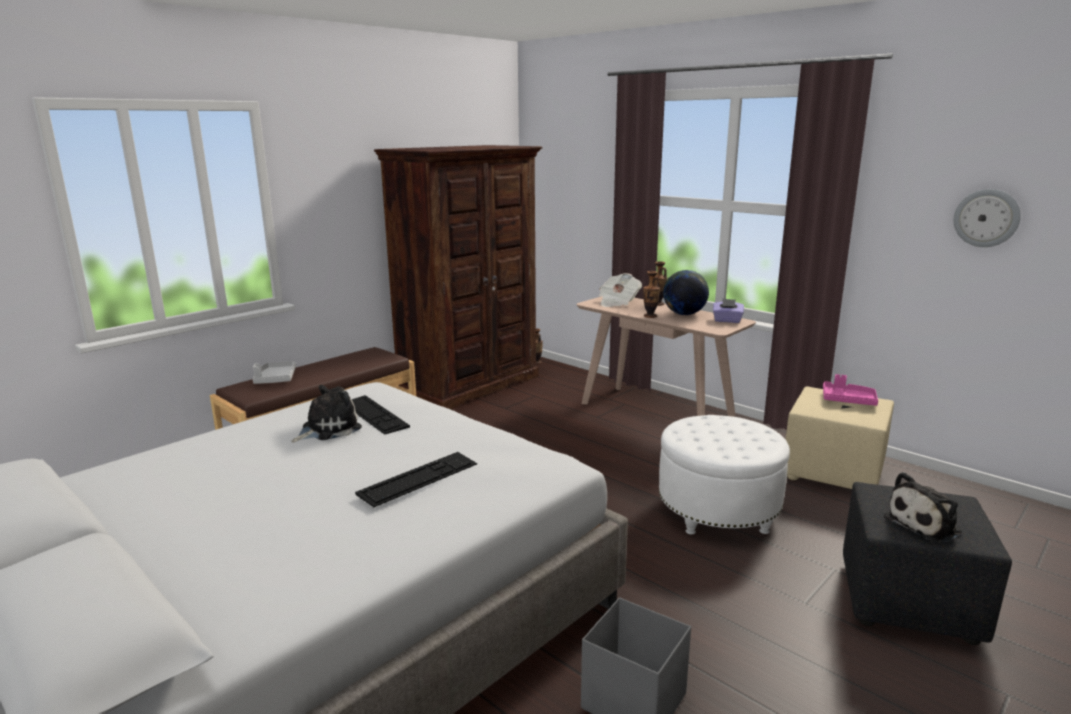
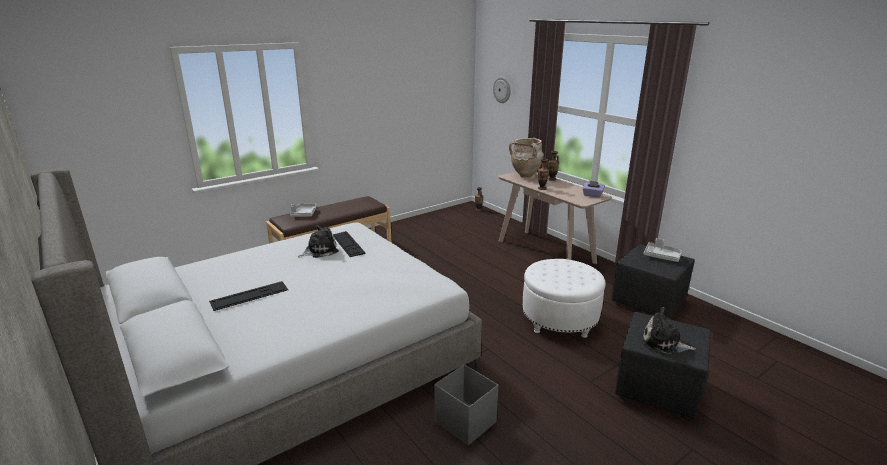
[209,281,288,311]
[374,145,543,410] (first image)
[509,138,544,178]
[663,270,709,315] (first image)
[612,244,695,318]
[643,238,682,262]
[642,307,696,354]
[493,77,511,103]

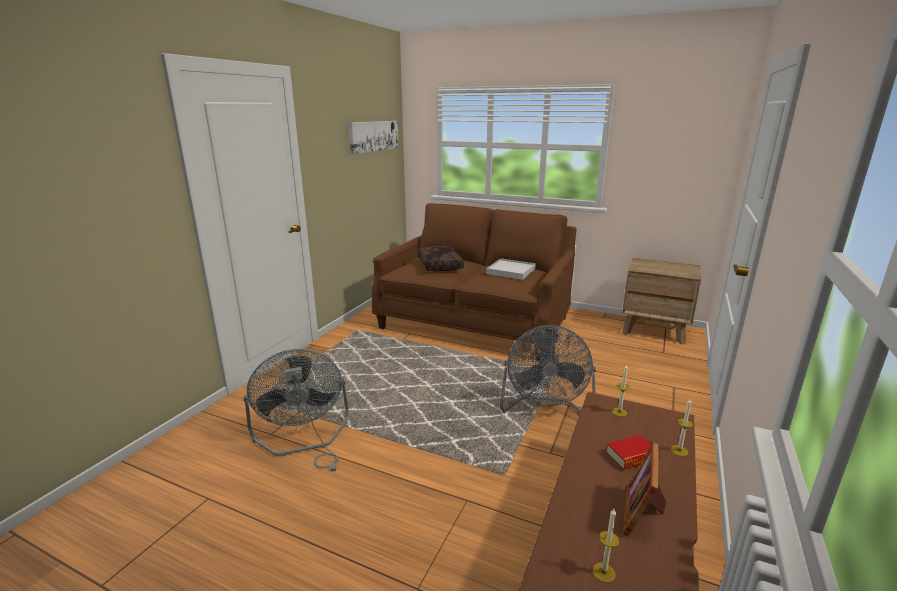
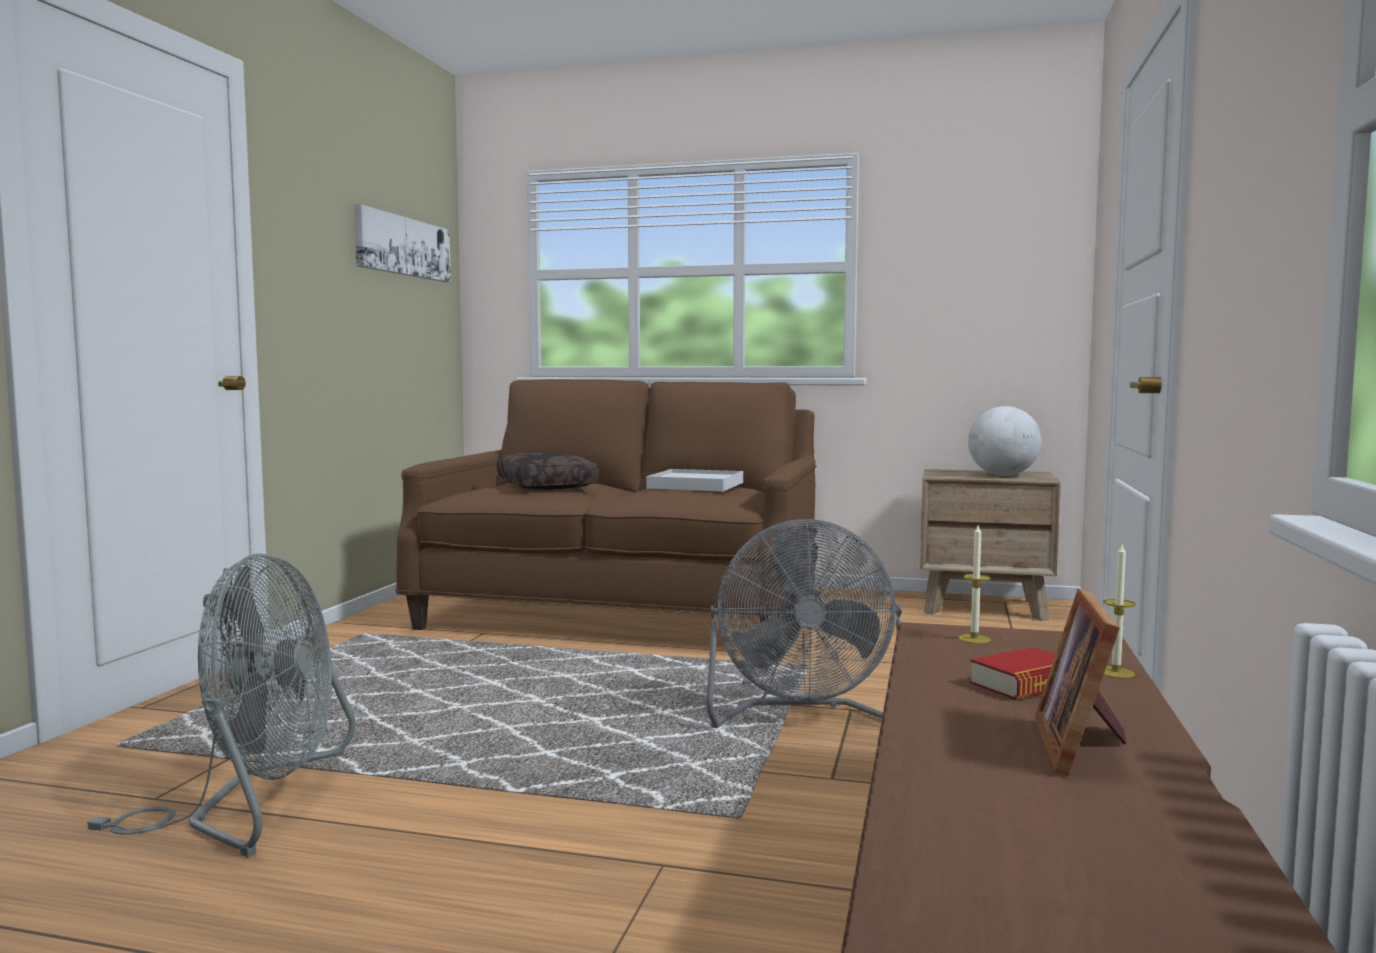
[87,554,356,858]
[592,509,620,583] (first image)
[968,406,1041,476]

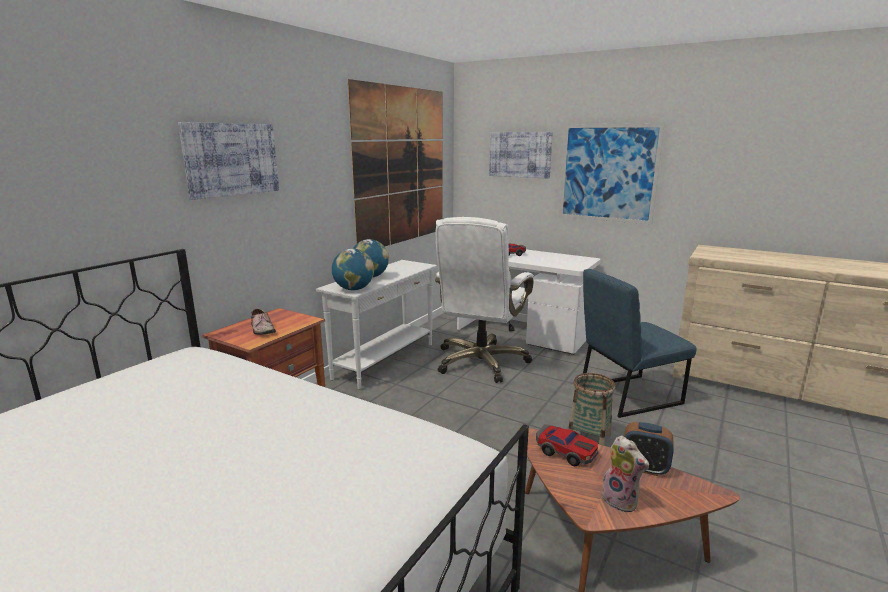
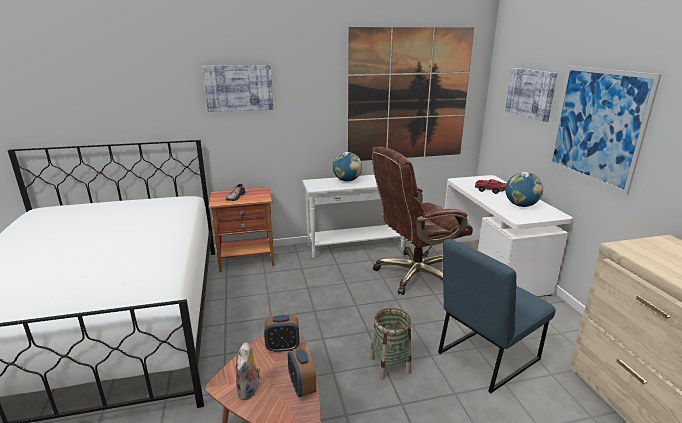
[505,172,543,207]
[372,147,473,295]
[264,315,300,352]
[438,239,556,393]

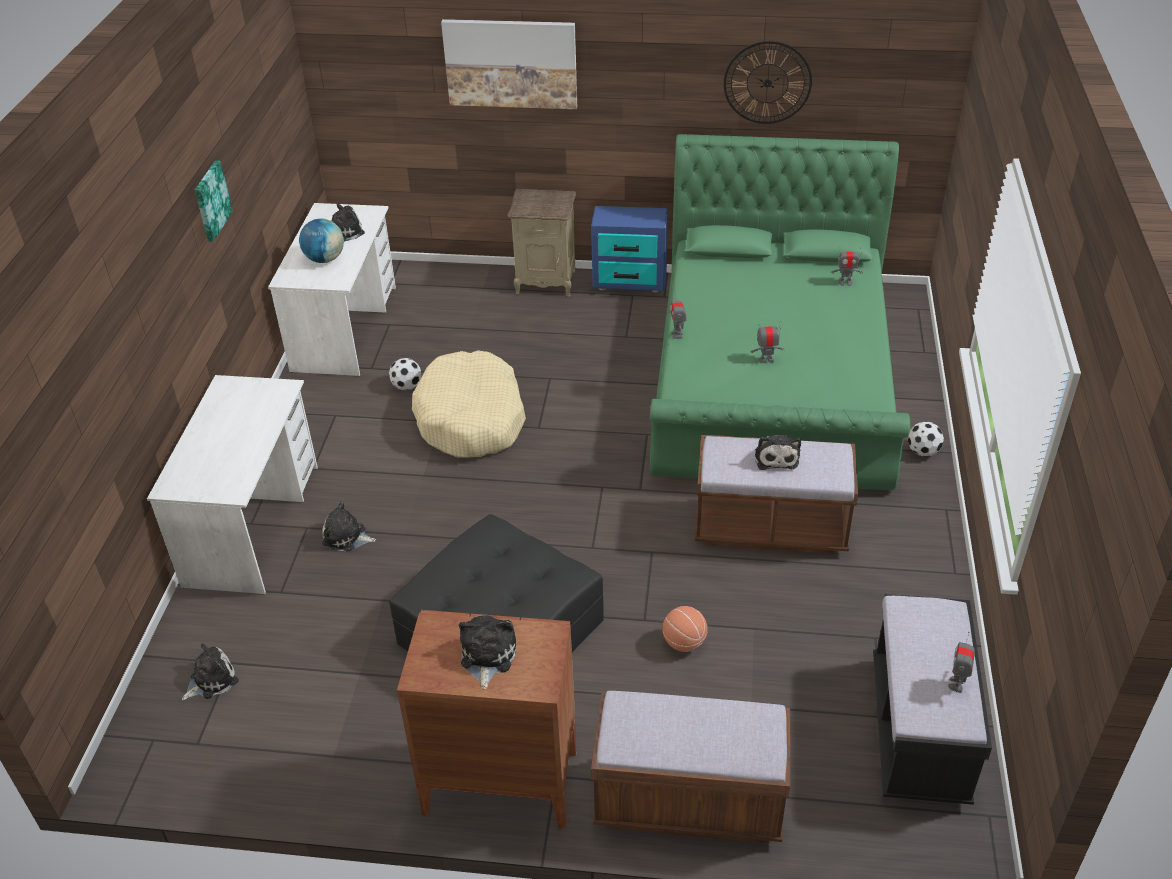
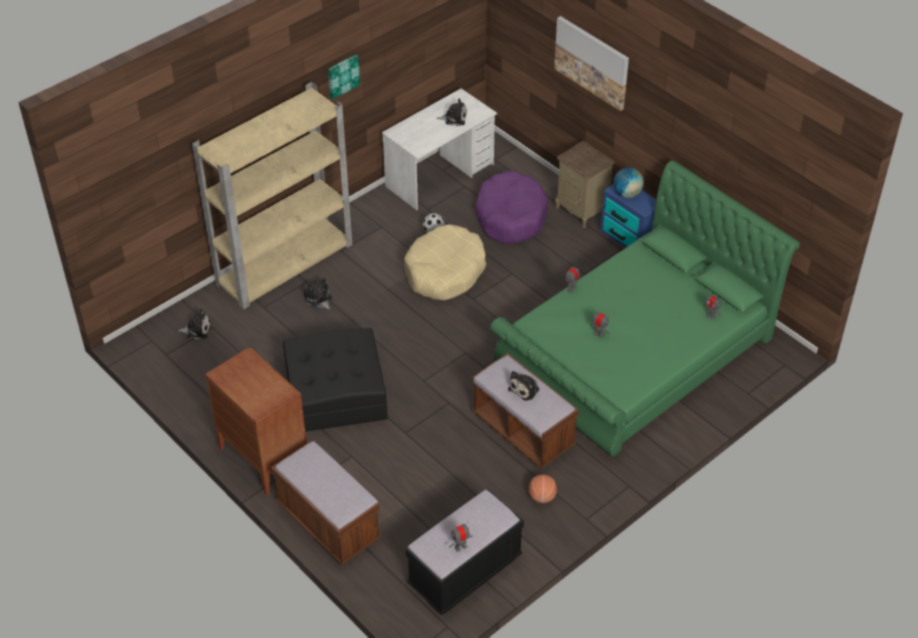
[192,82,352,309]
[613,167,644,198]
[459,615,516,690] (first image)
[529,474,557,503]
[724,41,812,124] (first image)
[908,422,944,456] (first image)
[475,171,548,244]

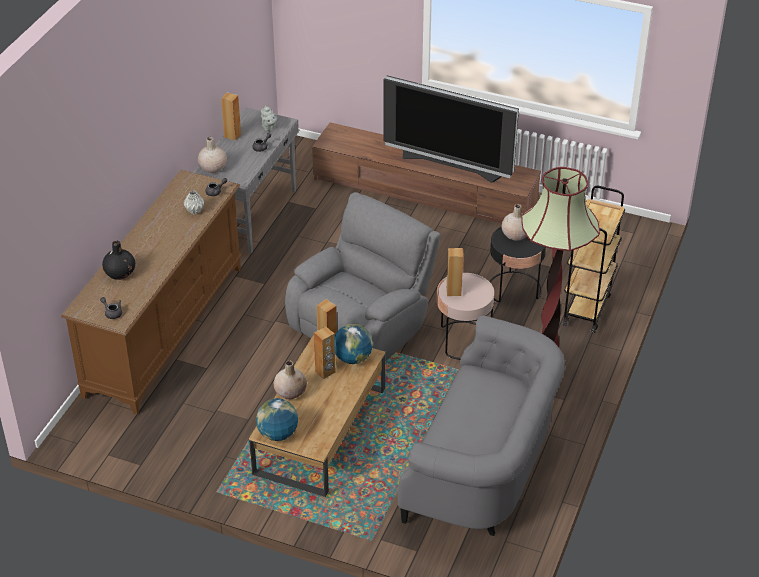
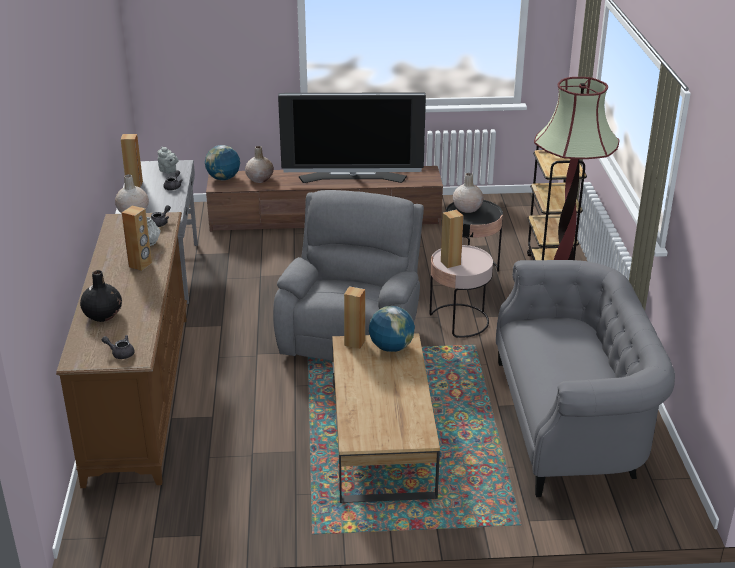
[205,145,240,180]
[245,146,274,183]
[122,206,152,271]

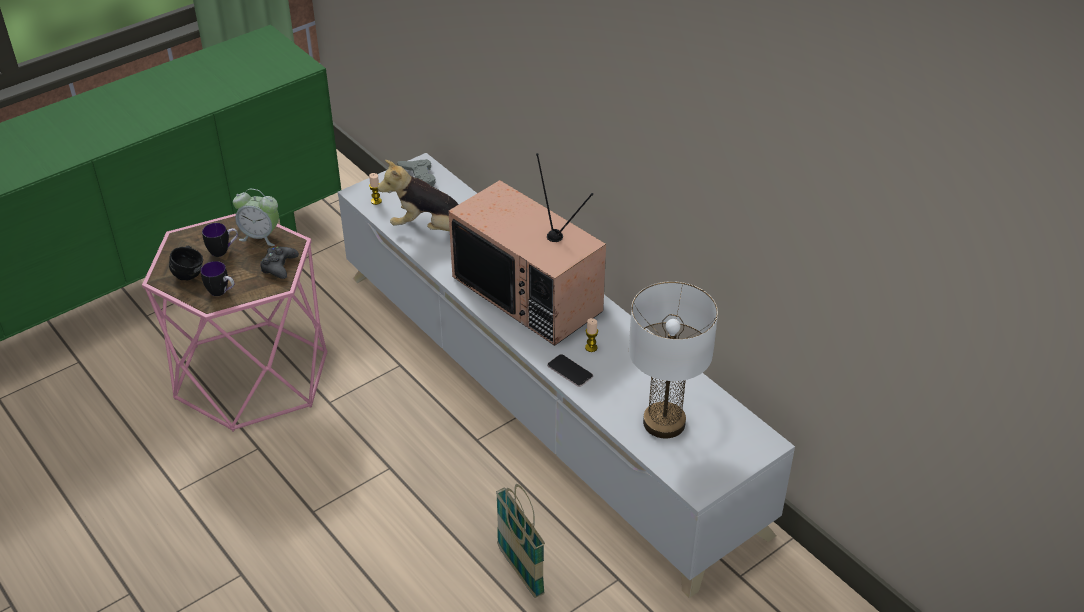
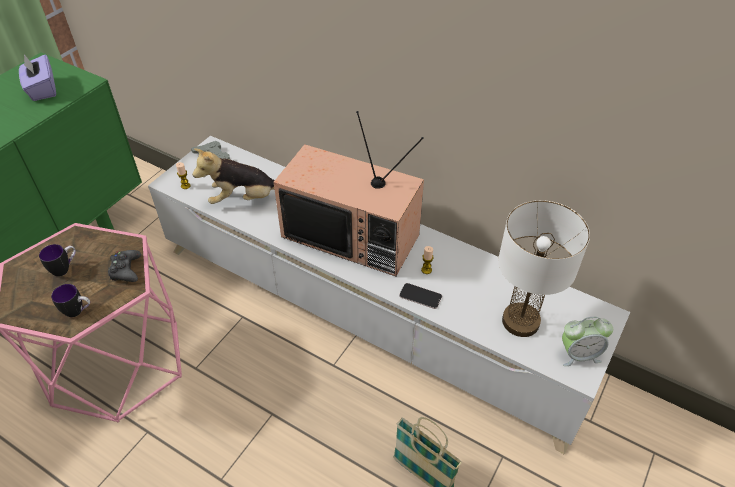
[169,246,203,281] (first image)
[562,317,613,366]
[19,55,56,101]

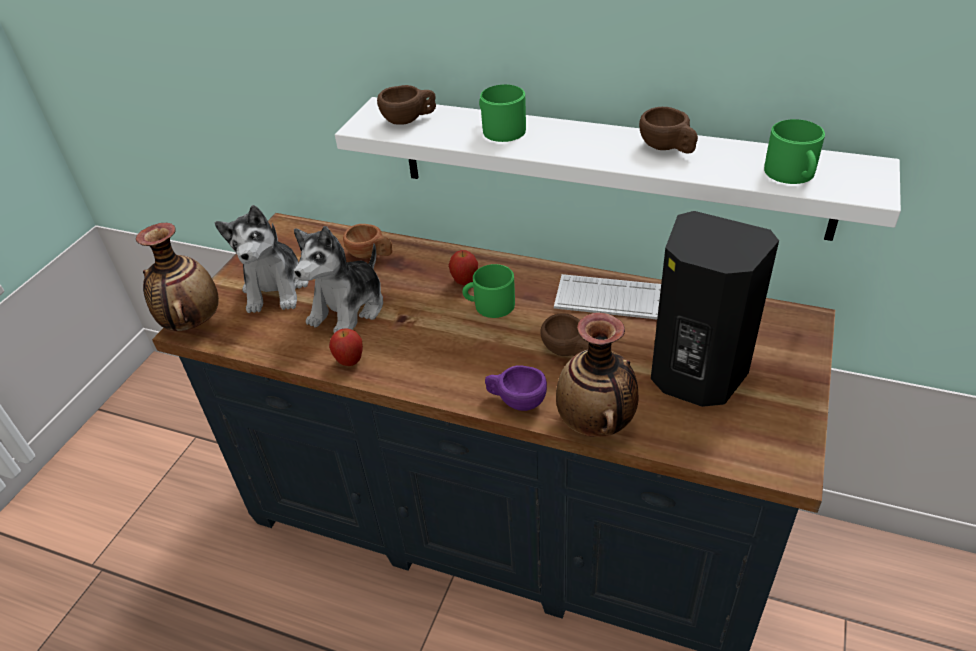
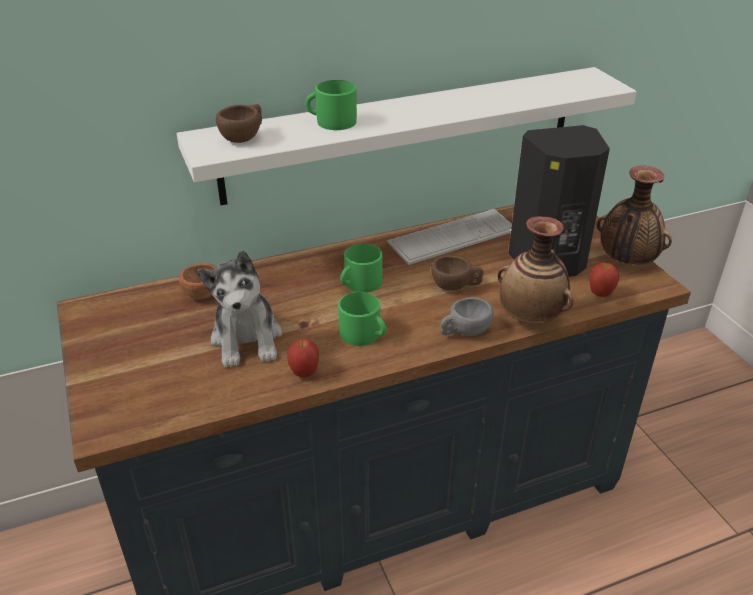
[597,166,672,265]
[214,205,308,313] (first image)
[590,262,619,297]
[441,297,494,336]
[639,107,698,154] (first image)
[338,292,386,346]

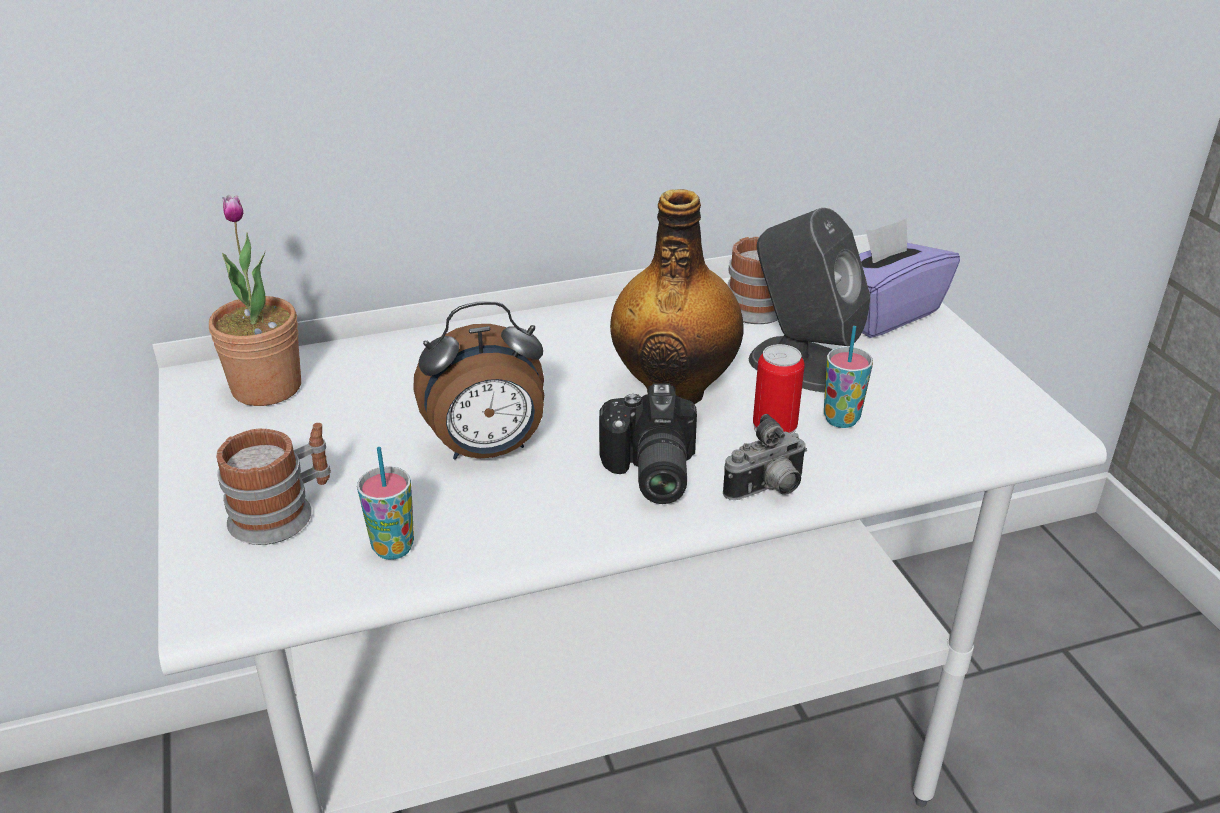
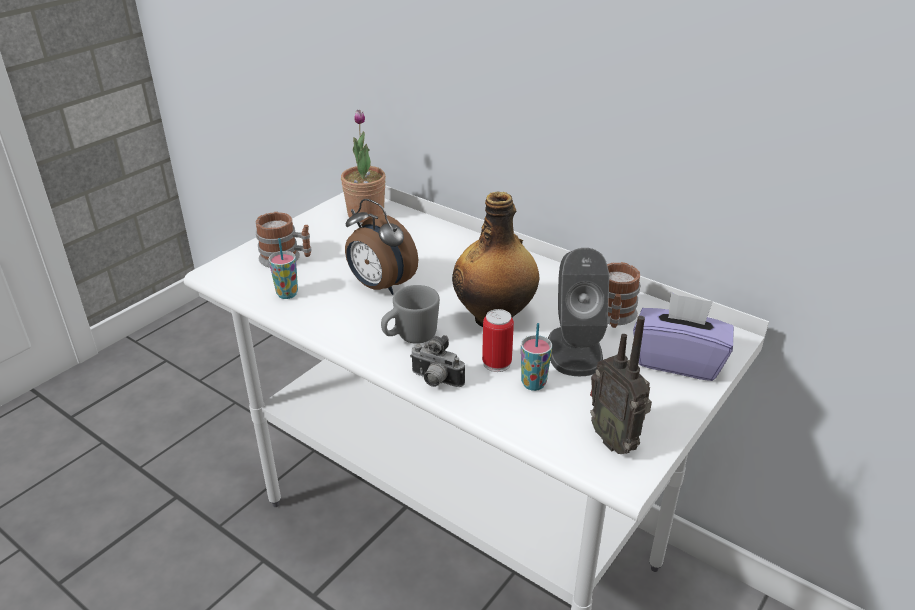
[381,285,440,344]
[590,316,652,454]

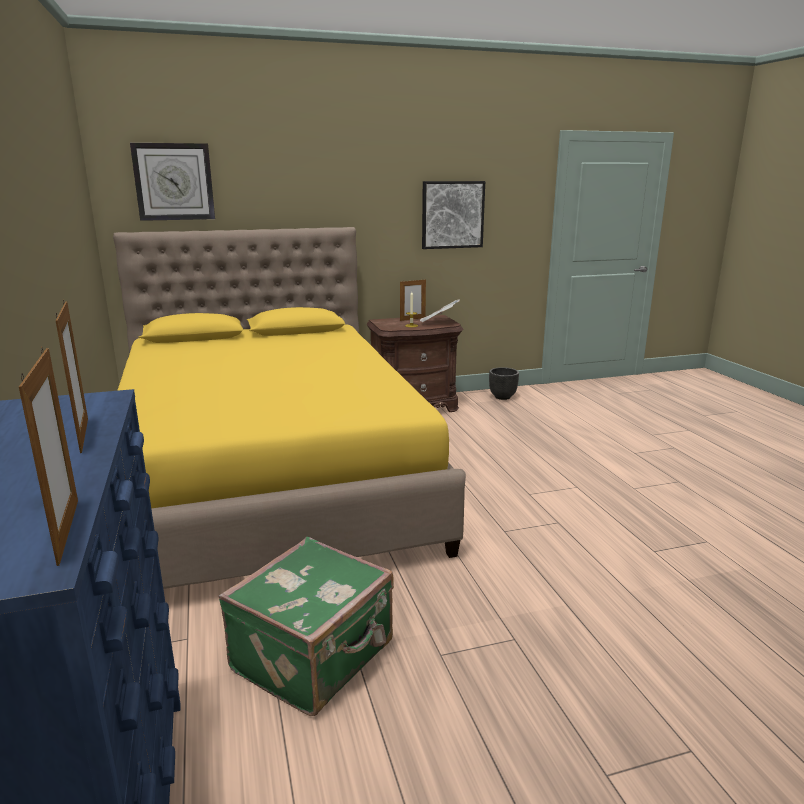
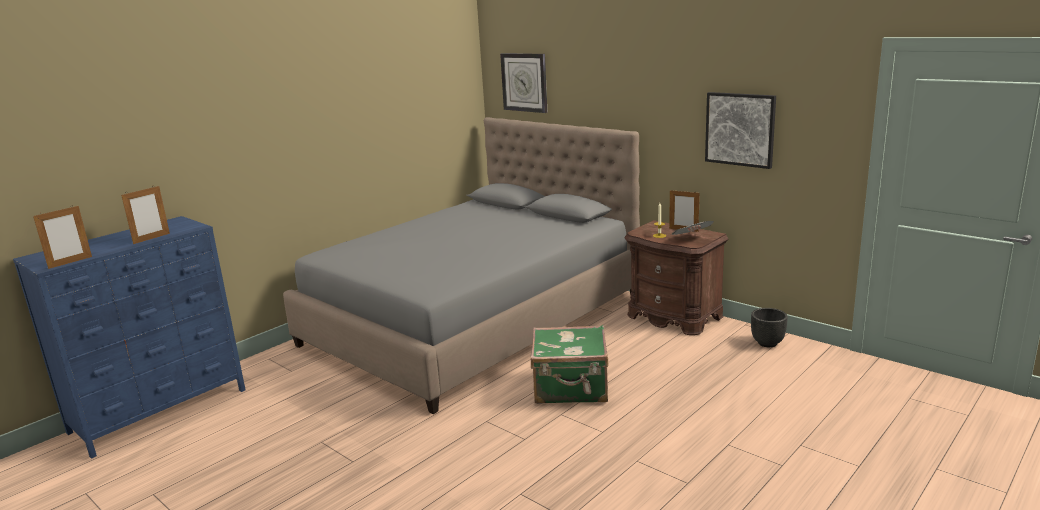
[283,117,640,414]
[531,325,608,404]

